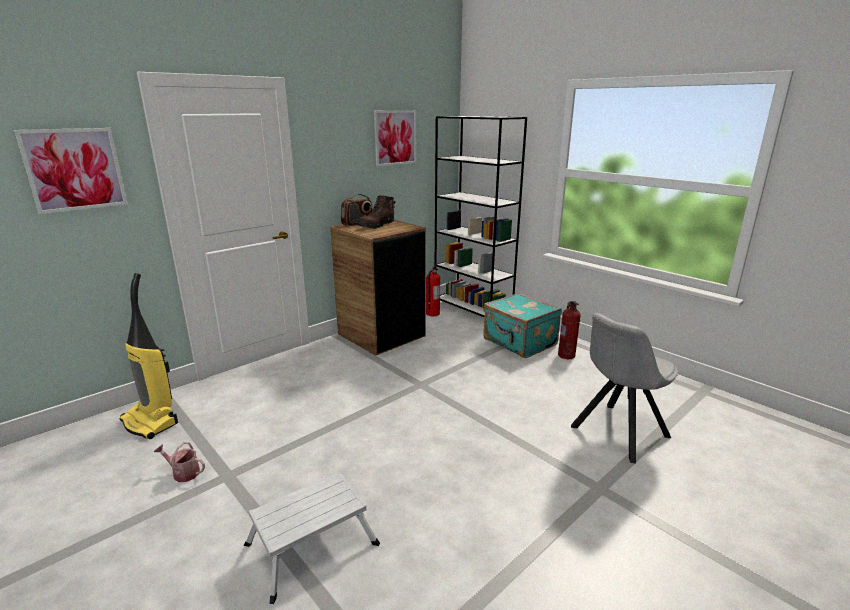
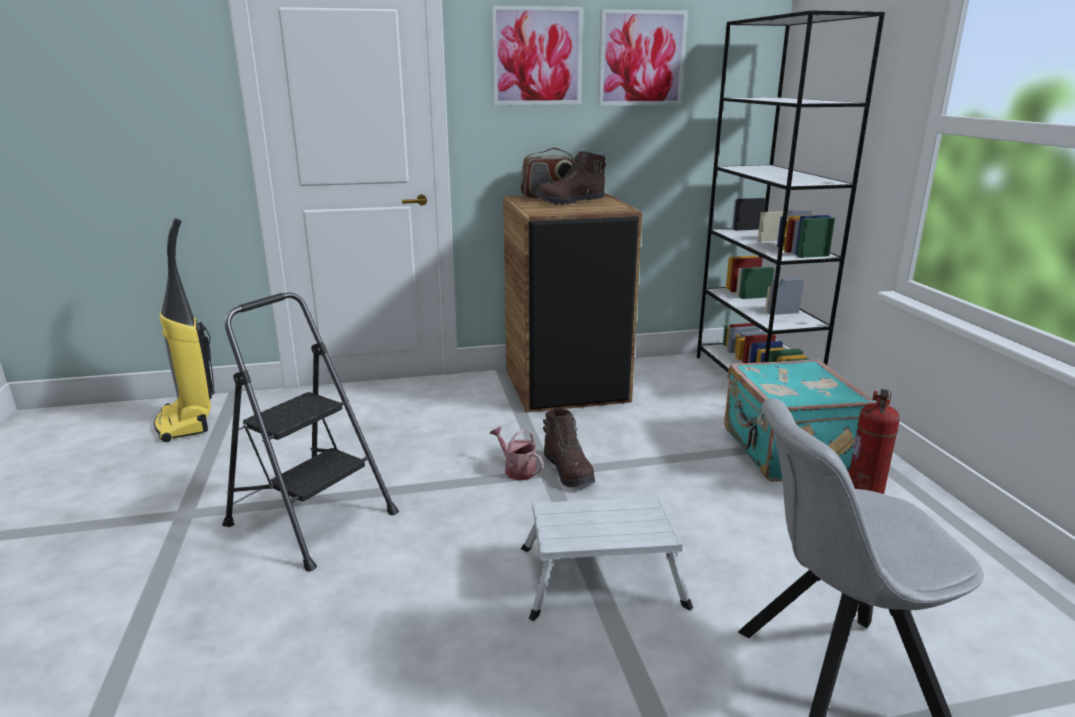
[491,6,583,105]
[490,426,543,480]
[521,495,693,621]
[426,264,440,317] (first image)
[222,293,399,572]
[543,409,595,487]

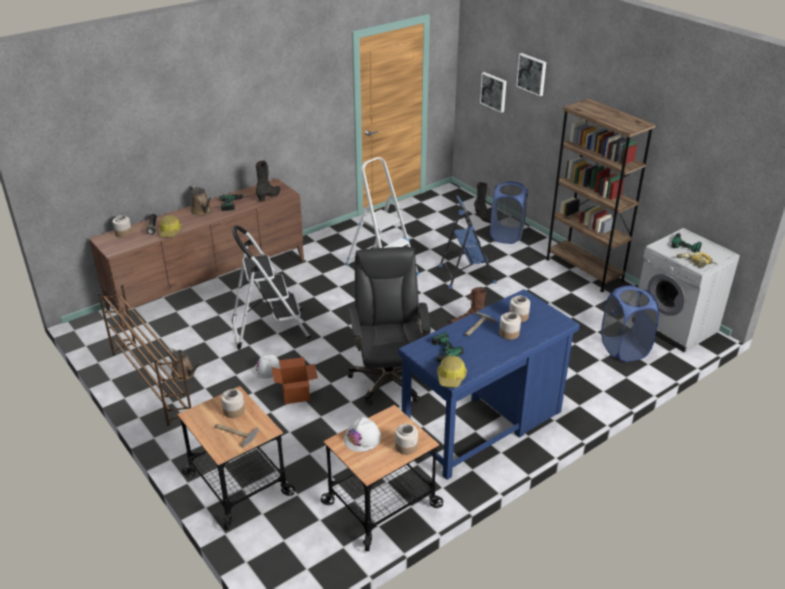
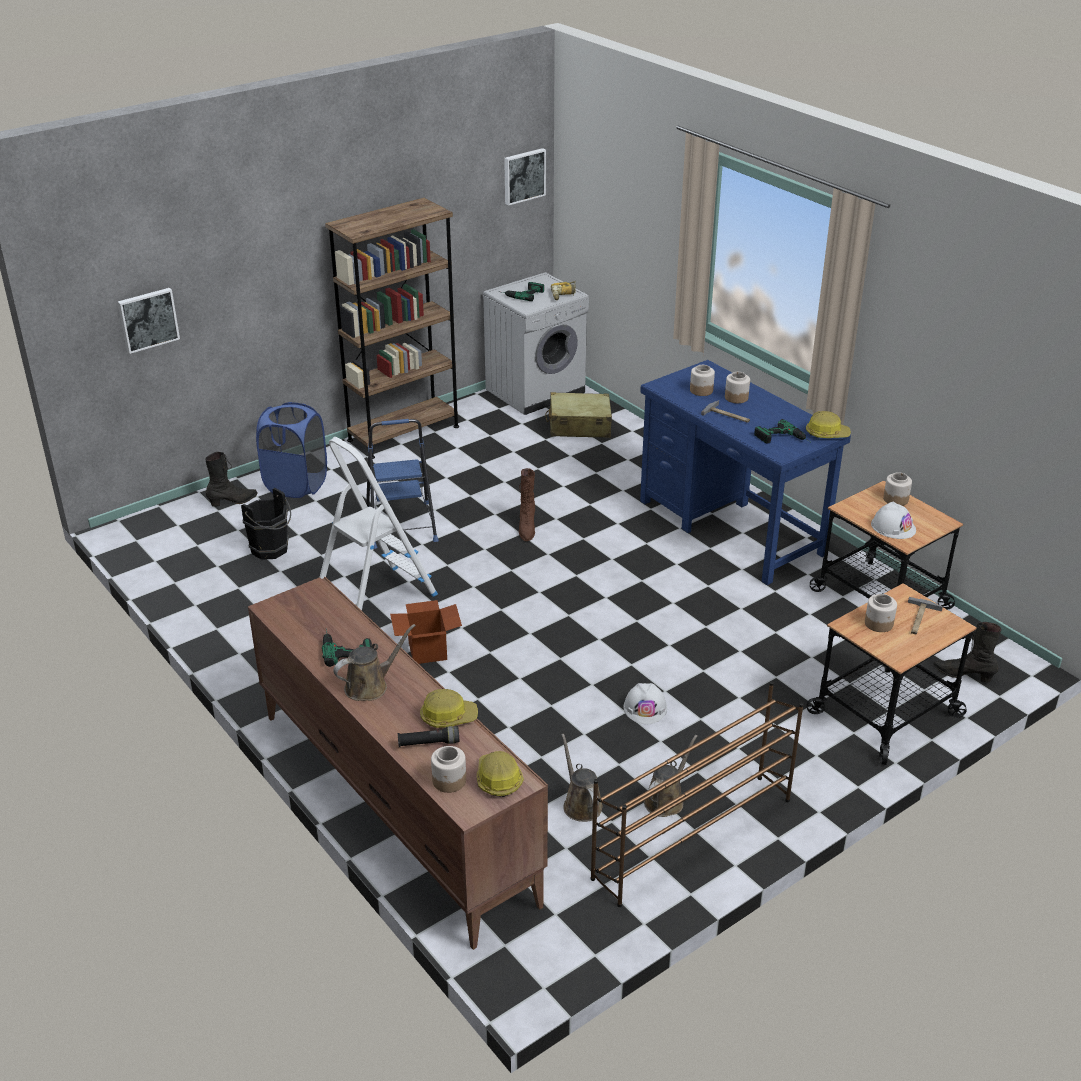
[232,225,311,350] (first image)
[933,622,1002,683]
[390,600,462,664]
[348,247,431,406] (first image)
[504,148,546,206]
[545,392,612,438]
[241,488,291,560]
[477,751,524,797]
[561,734,603,822]

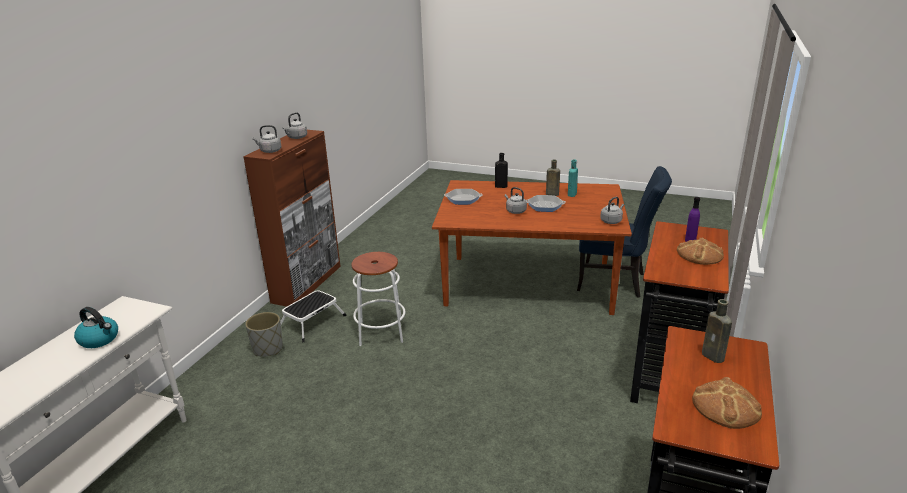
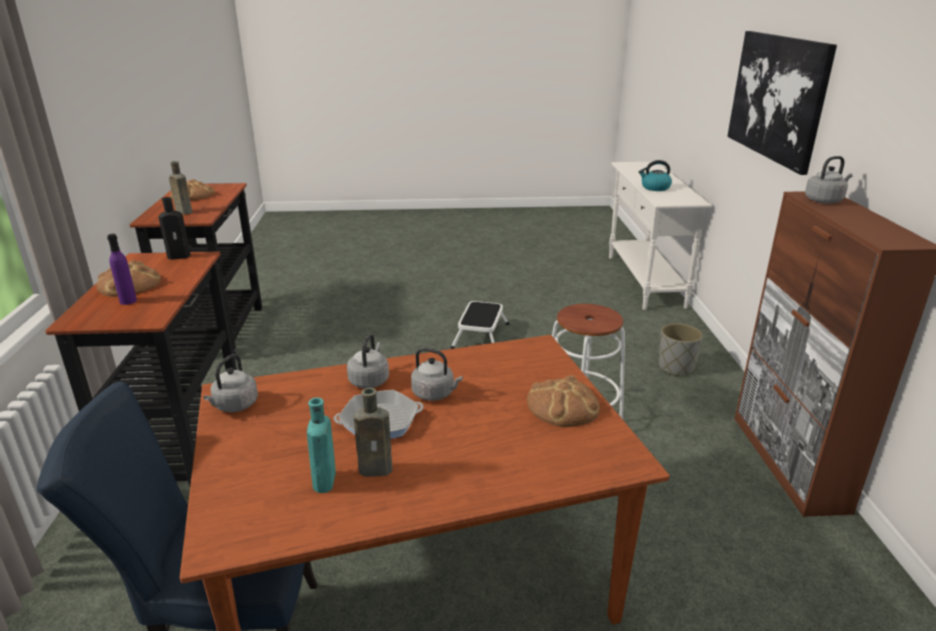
[450,301,509,349]
[347,334,389,389]
[527,375,600,427]
[159,197,191,260]
[727,31,837,175]

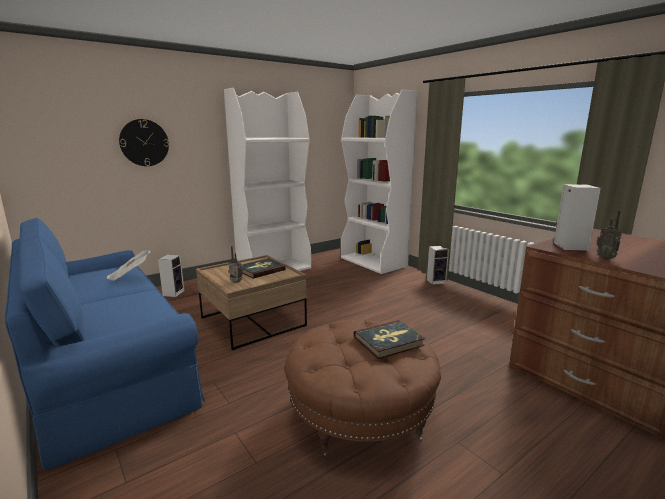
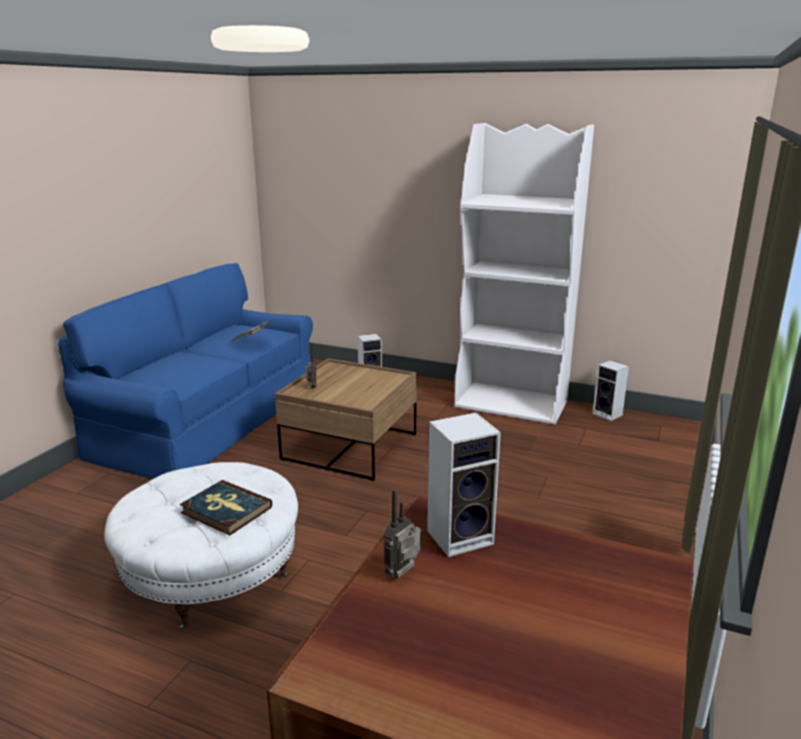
[119,119,169,166] (first image)
[241,258,285,279] (first image)
[104,462,298,630]
[341,89,418,274] (first image)
[593,360,629,421]

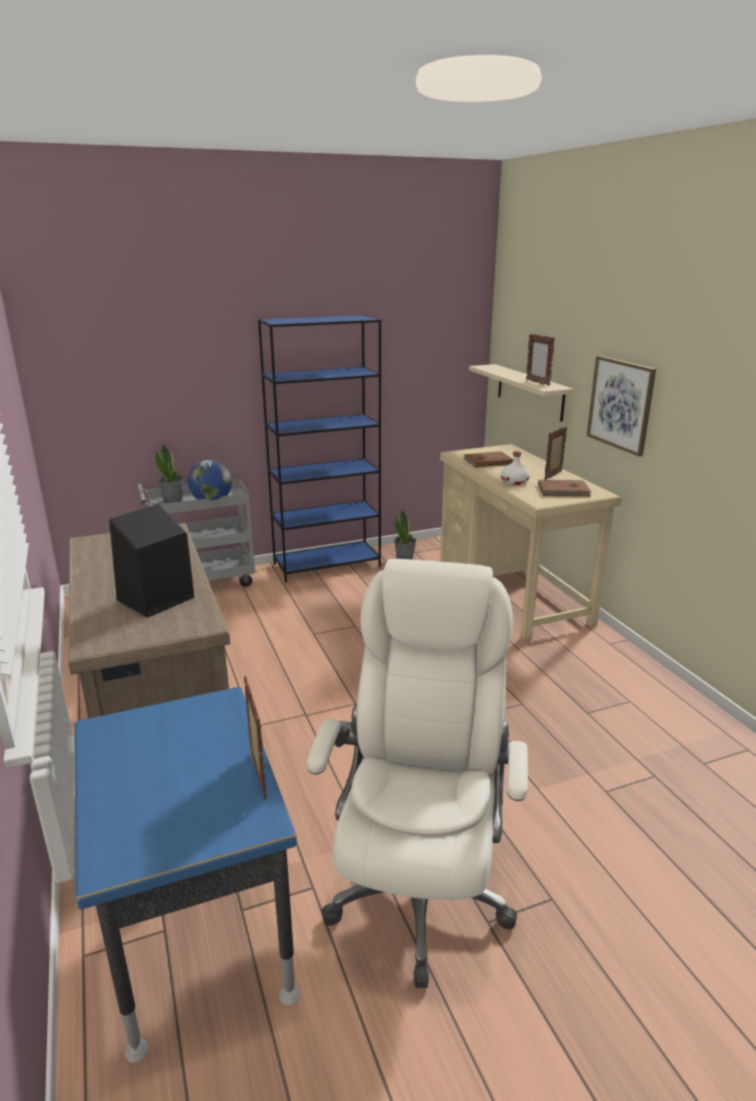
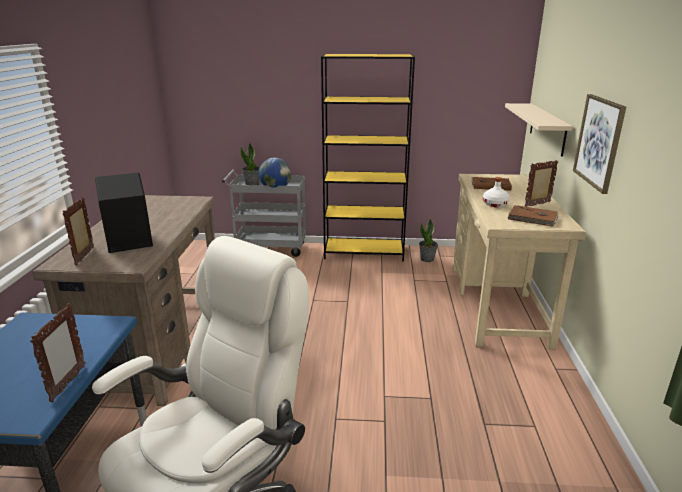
[321,54,415,261]
[62,197,94,265]

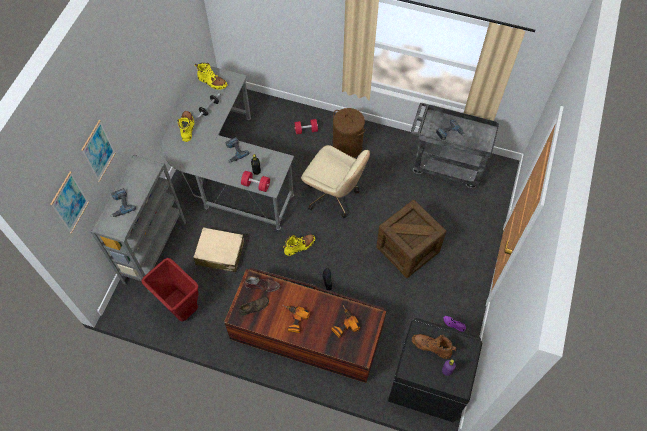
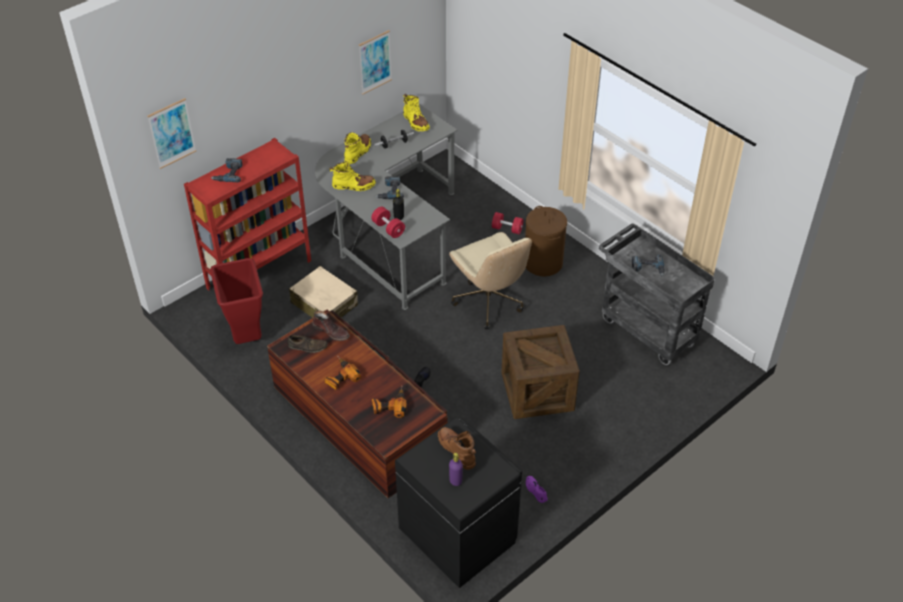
[359,30,392,94]
[184,138,311,291]
[329,161,376,191]

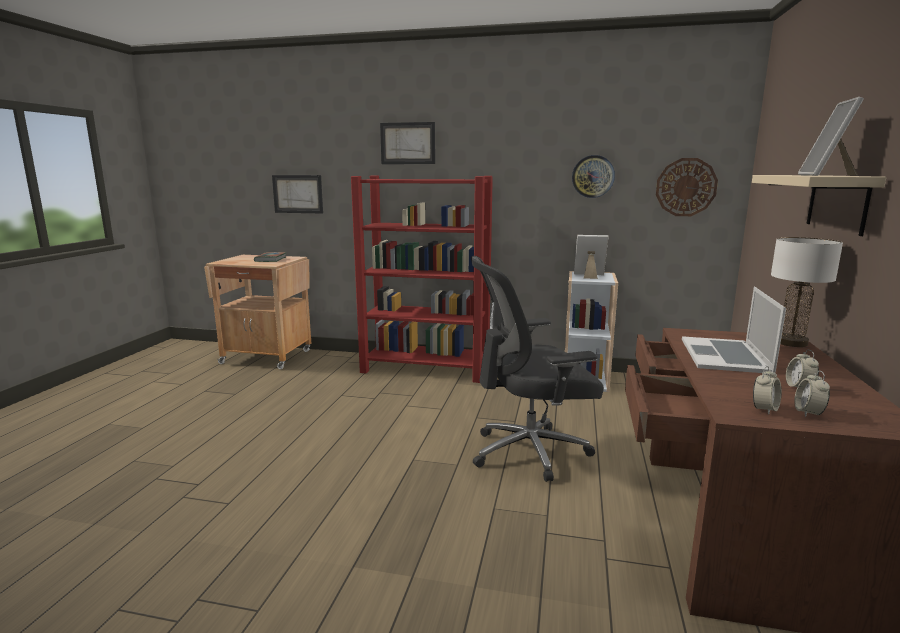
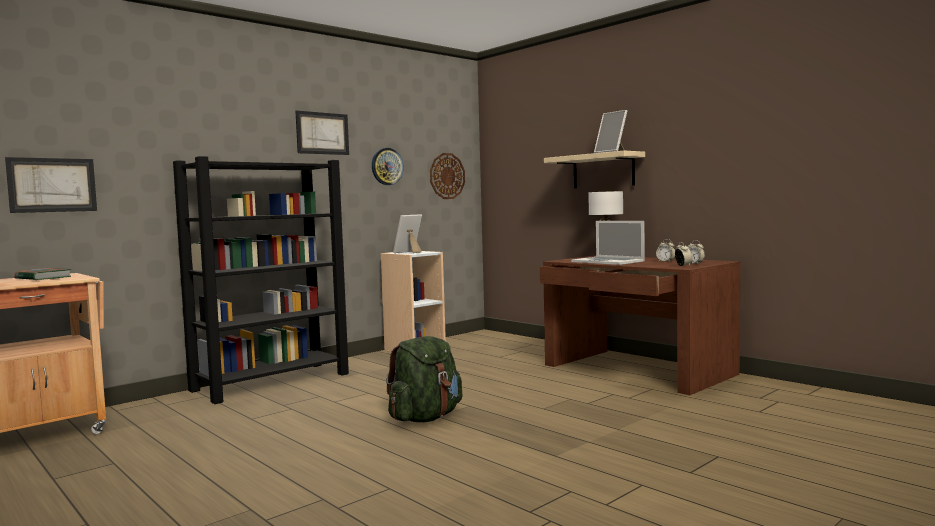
[173,156,349,404]
[295,111,349,155]
[471,256,604,482] (first image)
[386,336,462,422]

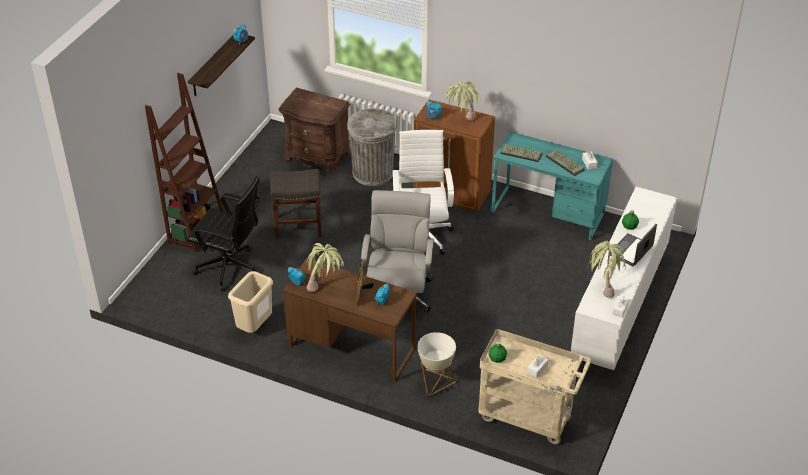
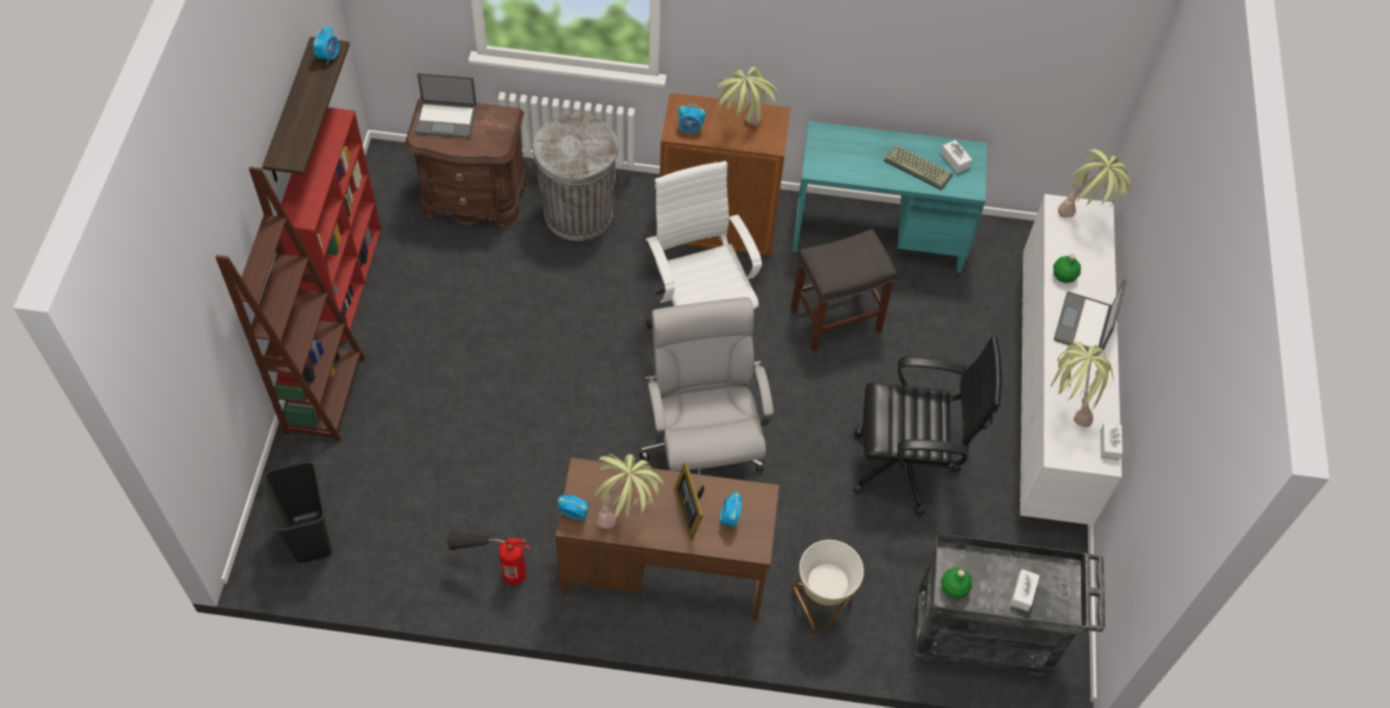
[853,336,1002,517]
[446,532,530,586]
[791,229,897,352]
[914,534,1105,675]
[500,144,543,162] (first image)
[264,461,332,563]
[277,107,381,342]
[414,73,477,139]
[1058,149,1131,218]

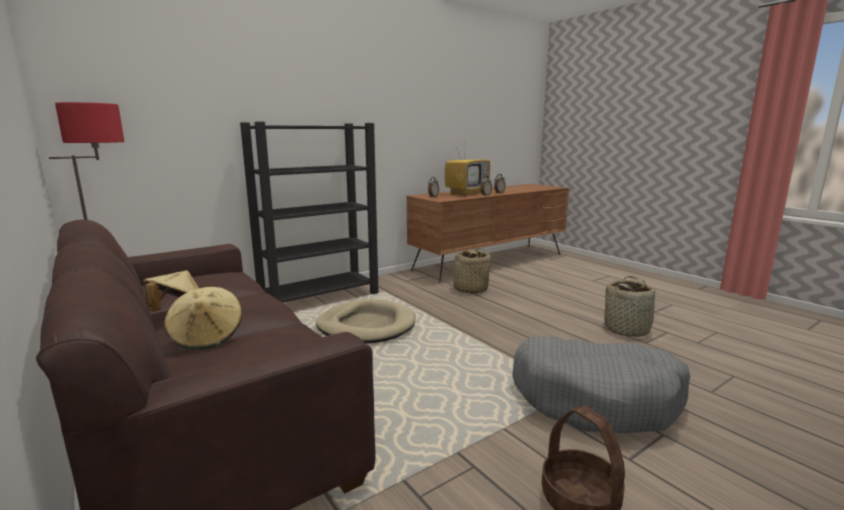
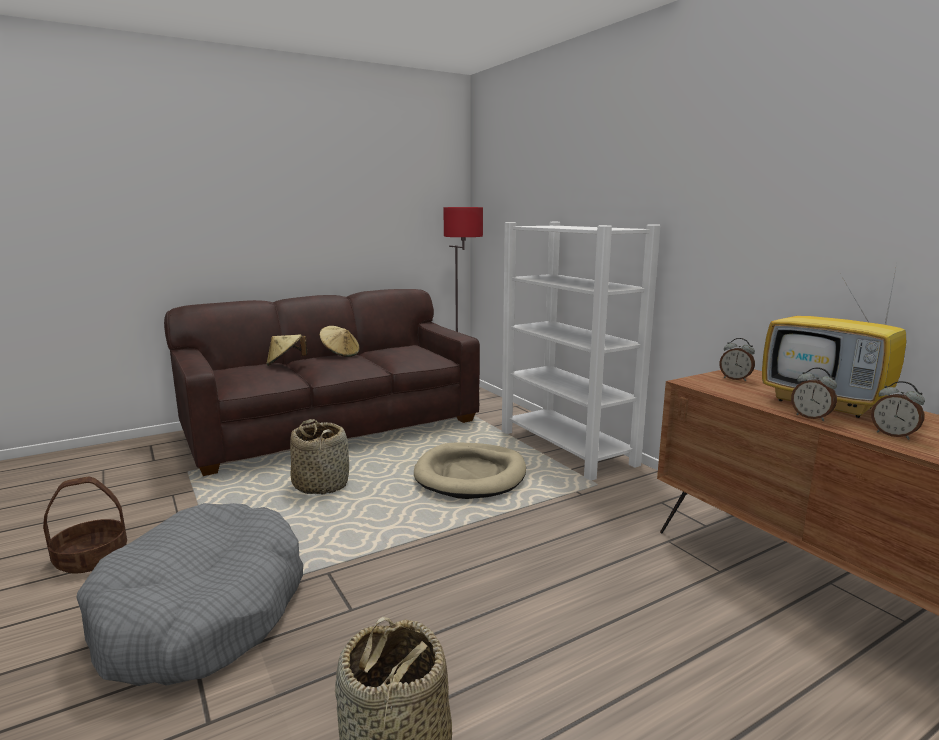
[502,222,661,480]
[290,419,349,495]

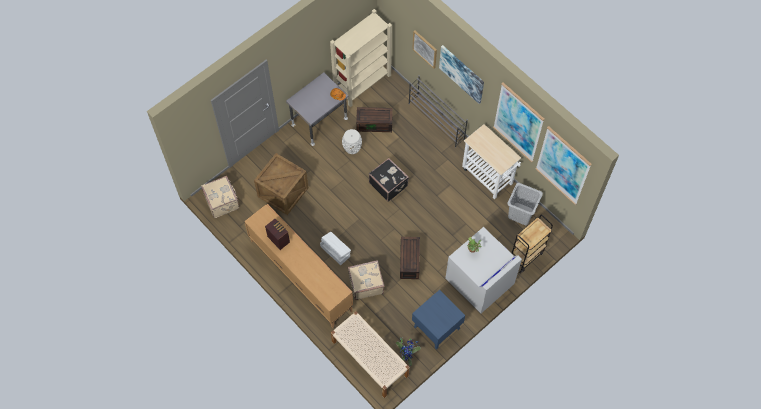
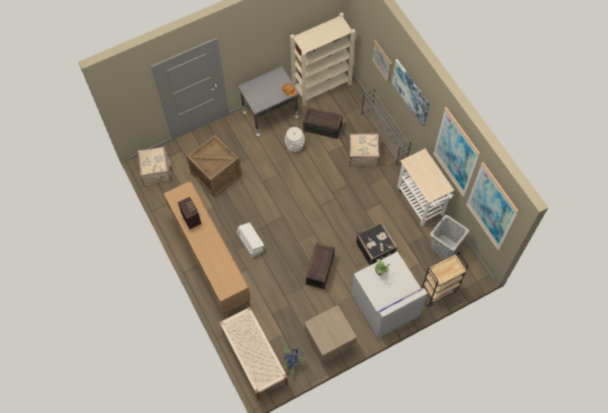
[349,133,379,166]
[356,222,397,265]
[304,305,357,364]

